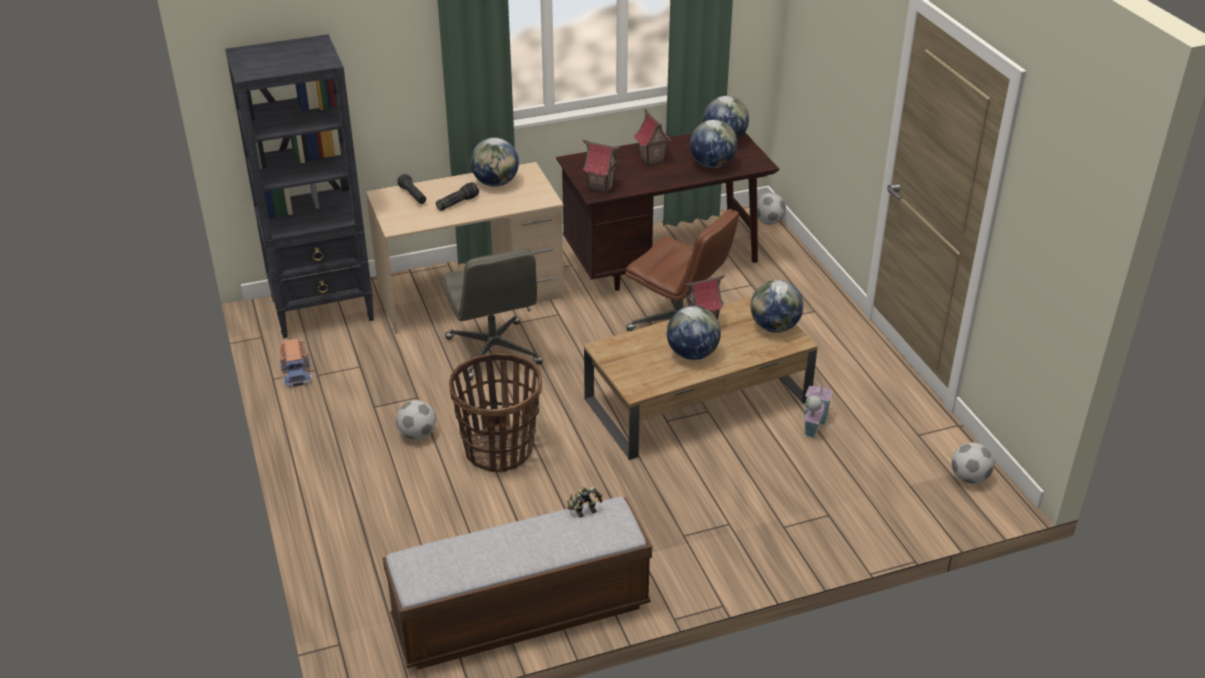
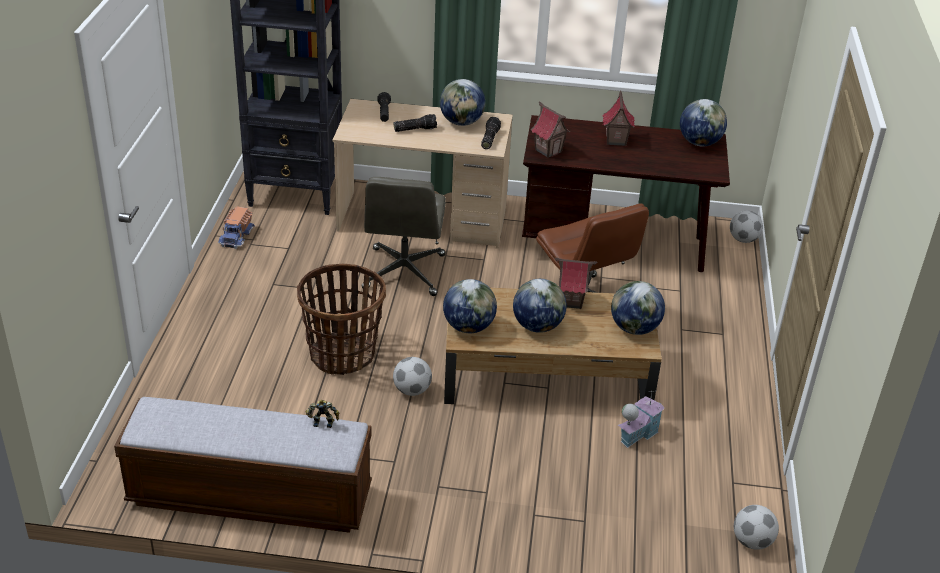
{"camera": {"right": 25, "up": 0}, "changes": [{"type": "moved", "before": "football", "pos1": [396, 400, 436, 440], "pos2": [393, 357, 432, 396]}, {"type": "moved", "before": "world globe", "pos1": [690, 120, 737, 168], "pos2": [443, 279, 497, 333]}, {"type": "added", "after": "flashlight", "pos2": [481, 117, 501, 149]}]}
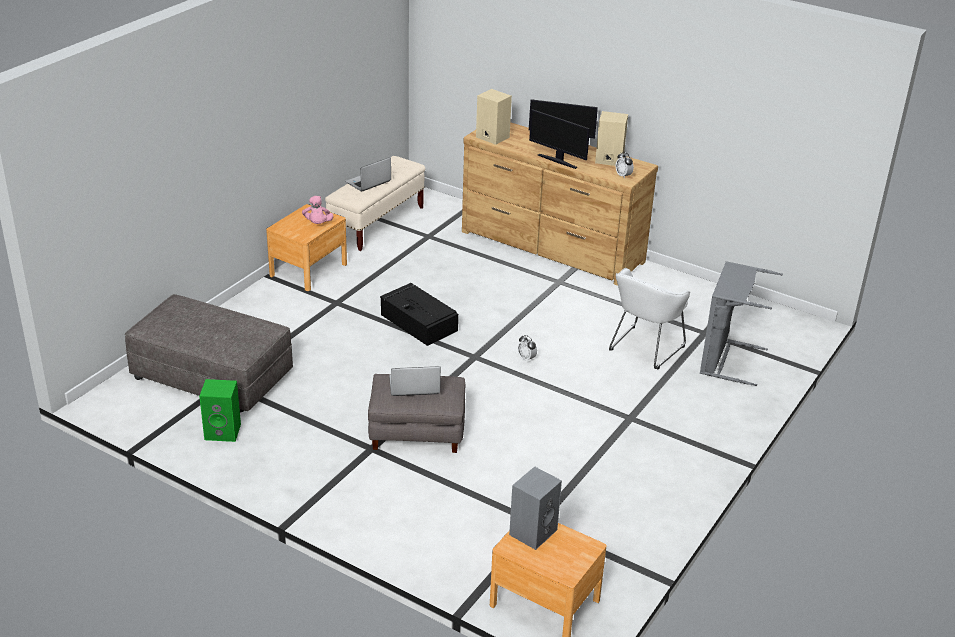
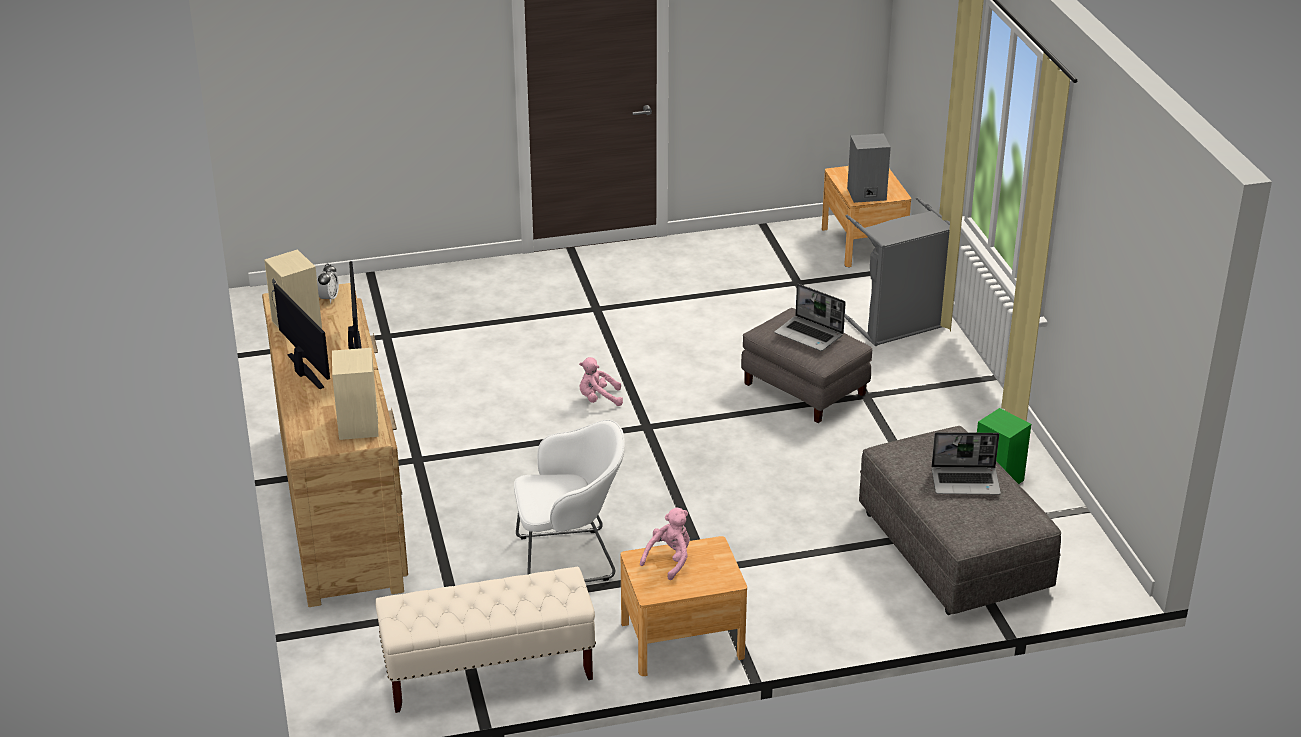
{"camera": {"right": -135, "up": 0}, "changes": [{"type": "moved", "before": "portable computer", "pos1": [345, 157, 391, 192], "pos2": [931, 432, 1001, 495]}, {"type": "removed", "before": "black storage bin", "pos1": [380, 283, 458, 346]}, {"type": "replaced", "before": "bedside clock", "after": "pink soft toy", "pos1": [517, 335, 537, 361], "pos2": [579, 357, 623, 406]}, {"type": "moved", "before": "white-coloured easy chair", "pos1": [609, 268, 690, 369], "pos2": [514, 420, 625, 582]}, {"type": "moved", "before": "gray washing basket", "pos1": [700, 261, 783, 386], "pos2": [845, 197, 950, 346]}]}
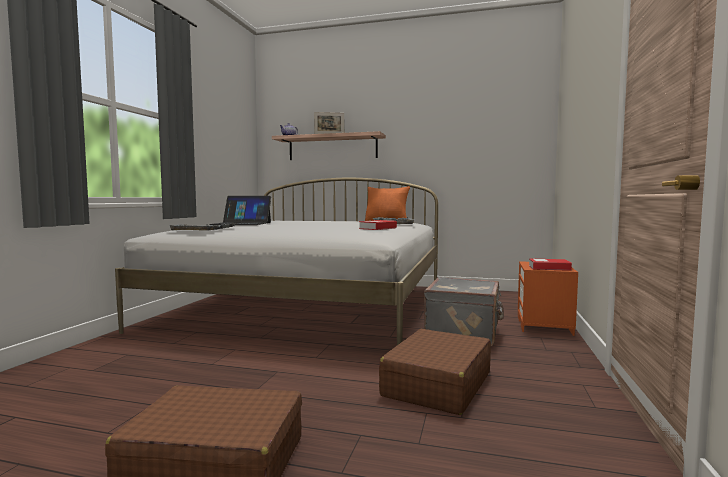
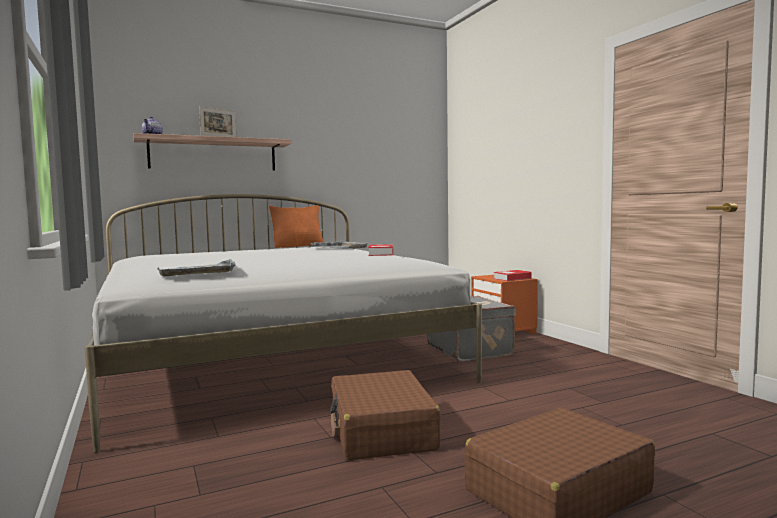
{"camera": {"right": -40, "up": 0}, "changes": [{"type": "removed", "before": "portable computer", "pos1": [209, 196, 271, 225]}, {"type": "moved", "before": "brown travel case", "pos1": [379, 329, 491, 415], "pos2": [330, 370, 441, 460]}]}
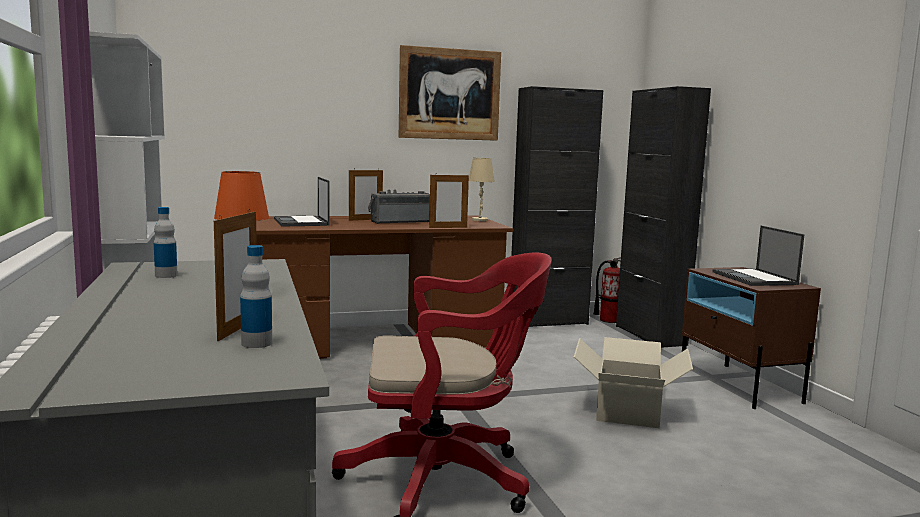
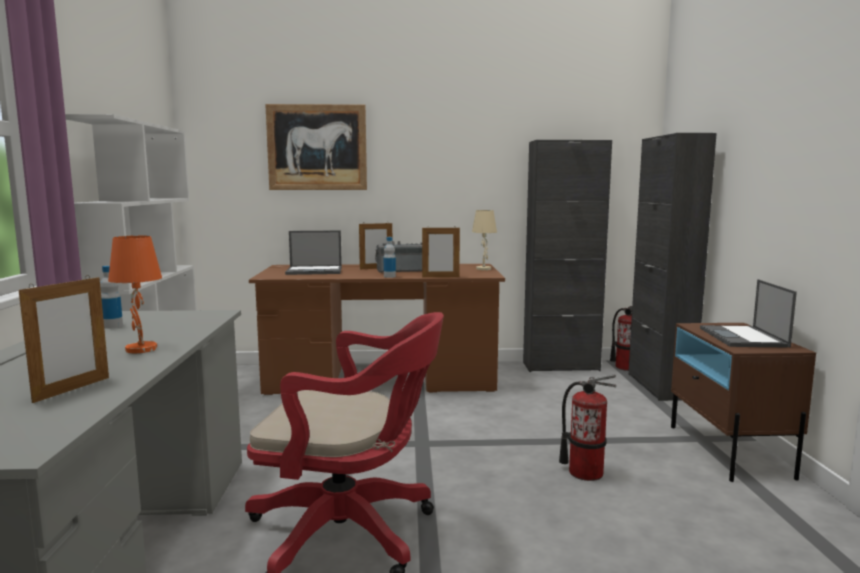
{"camera": {"right": 15, "up": 0}, "changes": [{"type": "moved", "before": "bottle", "pos1": [240, 245, 272, 348], "pos2": [384, 237, 396, 278]}, {"type": "turned", "before": "portable computer", "pos1": [274, 177, 329, 227], "pos2": [285, 230, 342, 275], "turn": -90}, {"type": "moved", "before": "wall art", "pos1": [399, 45, 501, 141], "pos2": [265, 104, 367, 190]}, {"type": "replaced", "before": "packing box", "after": "fire-fighting cylinder", "pos1": [574, 337, 693, 428], "pos2": [559, 374, 617, 481]}]}
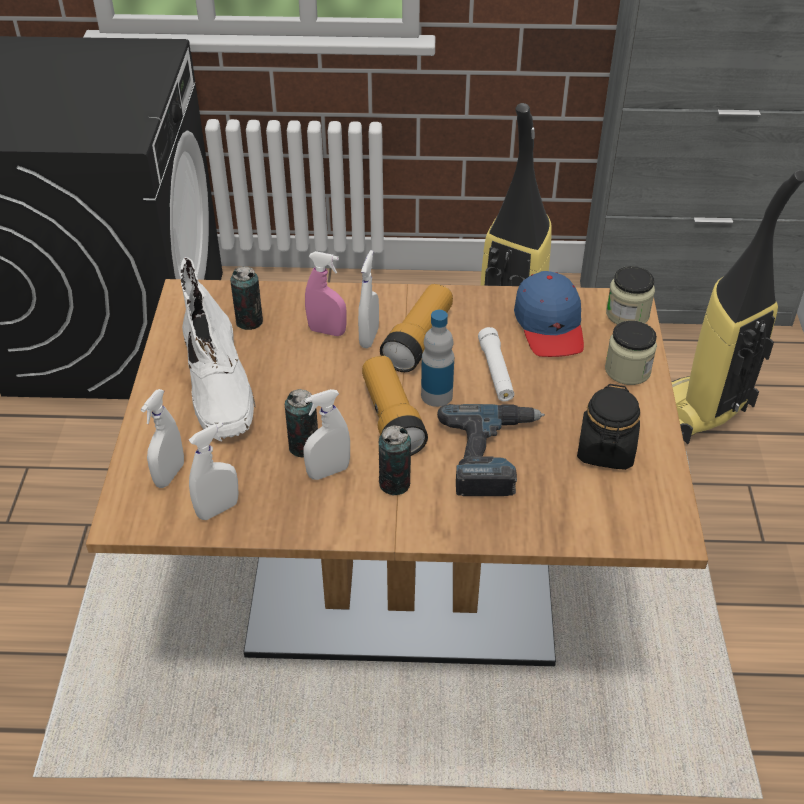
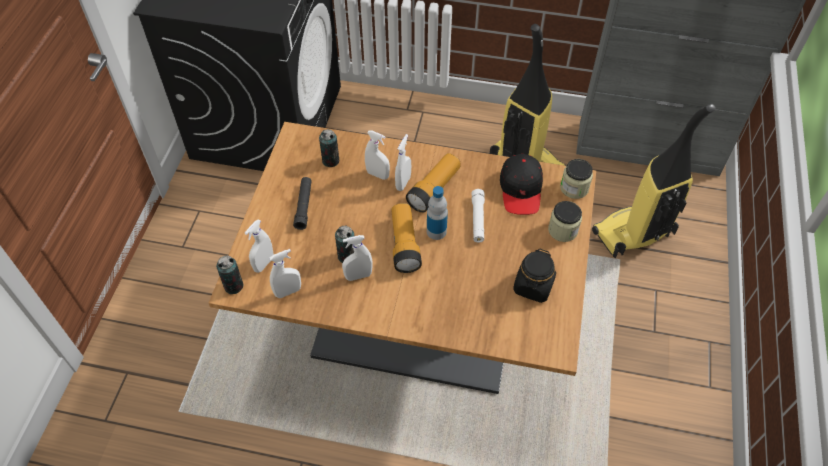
{"camera": {"right": 10, "up": 10}, "changes": [{"type": "replaced", "before": "white-coloured high-top boot", "after": "black flashlight", "pos1": [181, 257, 256, 439], "pos2": [293, 177, 312, 230]}, {"type": "recoloured", "before": "pink sprayer", "after": "white-coloured sprayer", "pos1": [305, 251, 346, 336], "pos2": [365, 130, 390, 180]}, {"type": "moved", "before": "can", "pos1": [379, 425, 411, 495], "pos2": [216, 256, 243, 294]}, {"type": "removed", "before": "power drill", "pos1": [437, 404, 545, 496]}, {"type": "recoloured", "before": "blue-coloured baseball cap", "after": "black baseball cap", "pos1": [514, 271, 584, 357], "pos2": [500, 154, 543, 215]}]}
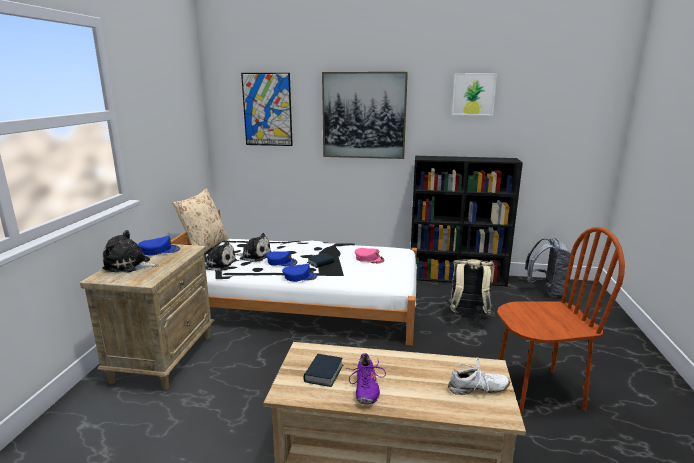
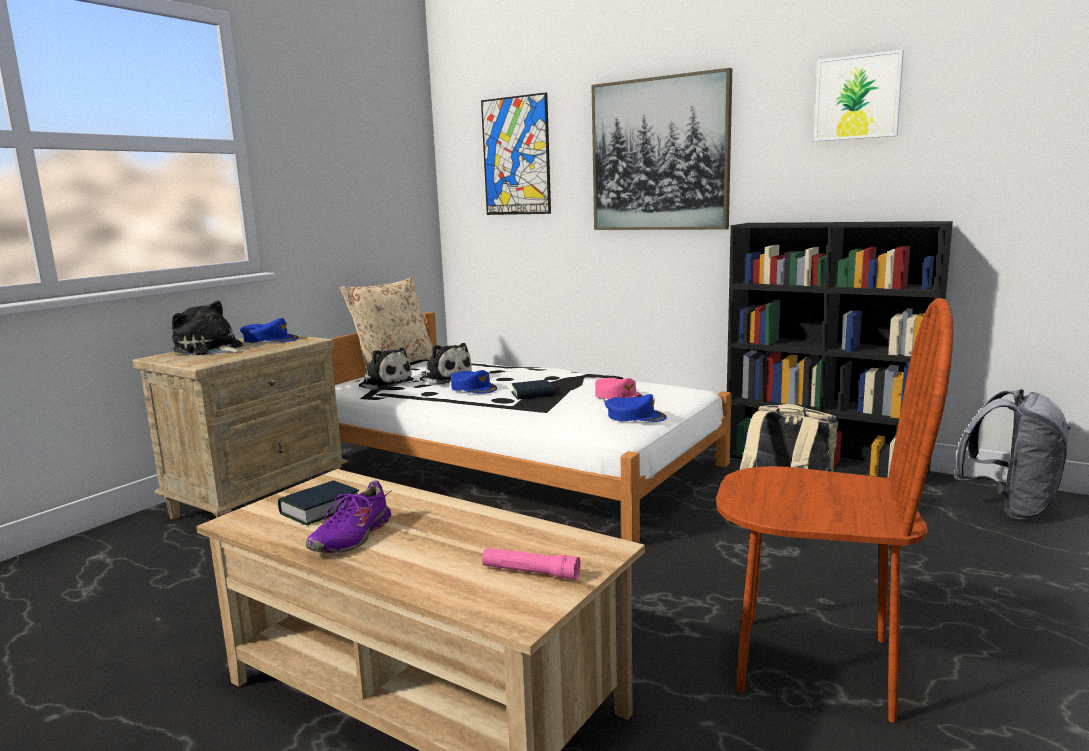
{"camera": {"right": 25, "up": -5}, "changes": [{"type": "moved", "before": "blue-coloured baseball cap", "pos1": [282, 264, 317, 282], "pos2": [605, 394, 667, 422]}, {"type": "replaced", "before": "white-coloured shoe", "after": "pink flashlight", "pos1": [448, 357, 510, 395], "pos2": [482, 548, 581, 580]}]}
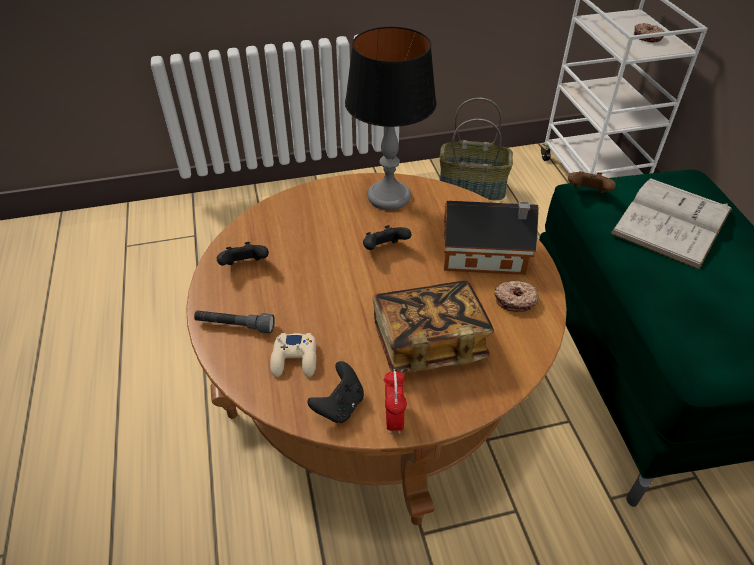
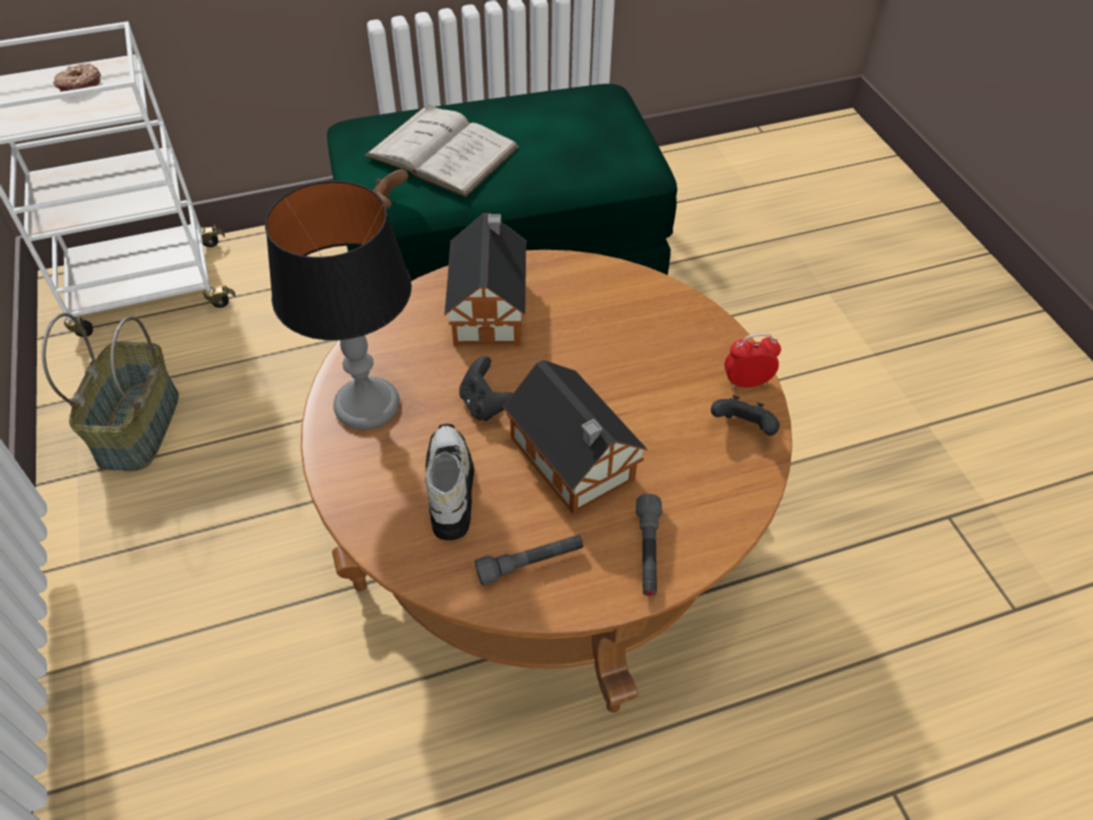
{"camera": {"right": -95, "up": 5}, "changes": [{"type": "replaced", "before": "black joypad", "after": "gray flashlight", "pos1": [217, 242, 269, 266], "pos2": [475, 535, 584, 585]}, {"type": "removed", "before": "beige-coloured joypad", "pos1": [270, 333, 317, 377]}, {"type": "removed", "before": "book", "pos1": [372, 280, 494, 373]}, {"type": "removed", "before": "ring doughnut", "pos1": [494, 281, 539, 312]}, {"type": "added", "after": "shoe", "pos2": [425, 424, 474, 540]}, {"type": "added", "after": "miniature house", "pos2": [503, 360, 648, 514]}]}
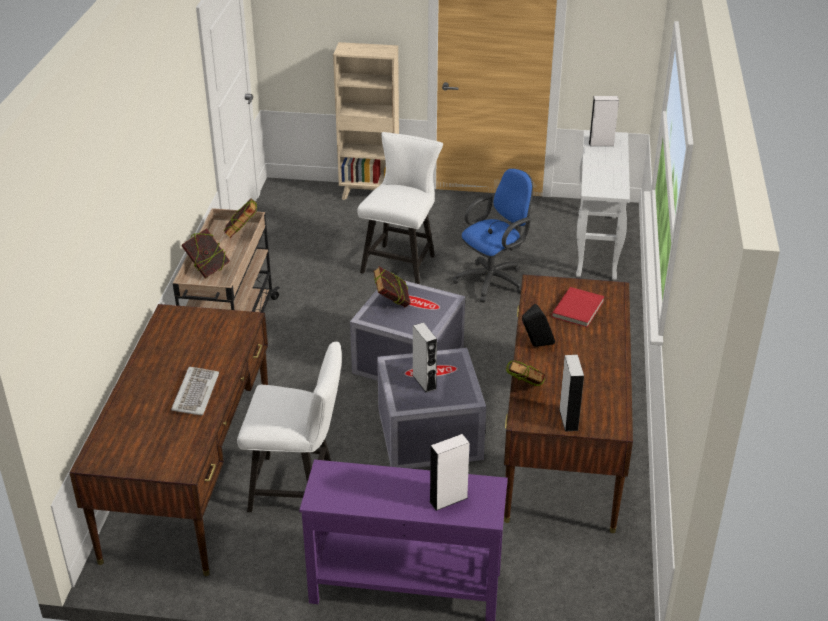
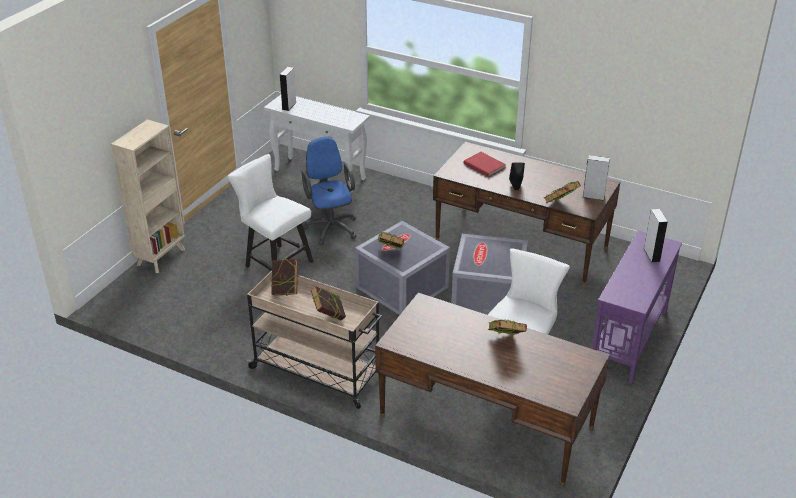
{"camera": {"right": -70, "up": 0}, "changes": [{"type": "replaced", "before": "PC keyboard", "after": "book", "pos1": [171, 367, 219, 415], "pos2": [488, 319, 527, 335]}, {"type": "removed", "before": "gray loudspeaker", "pos1": [412, 323, 437, 393]}]}
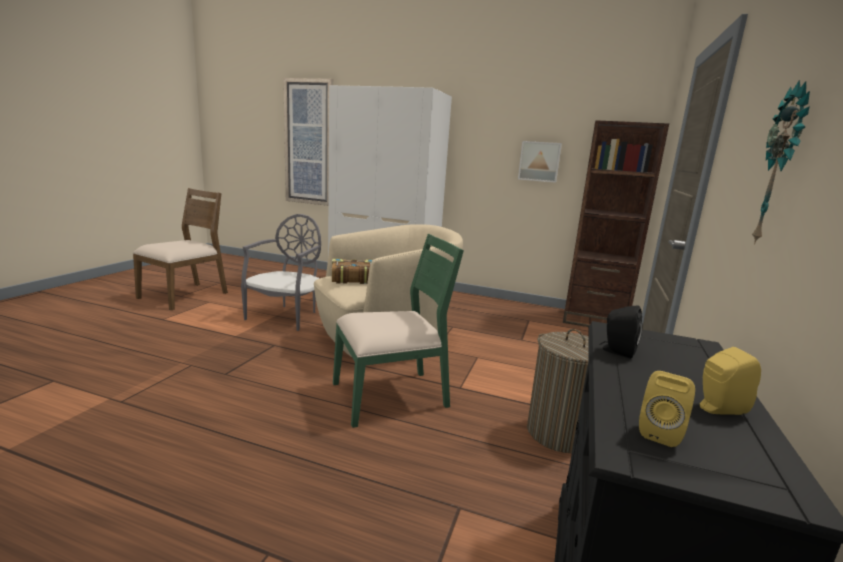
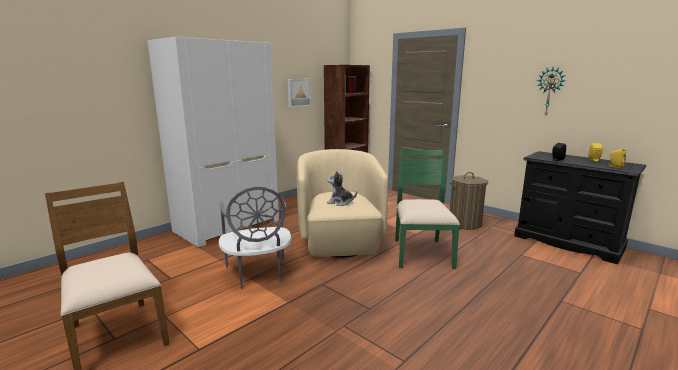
{"camera": {"right": -65, "up": 0}, "changes": [{"type": "turned", "before": "gray chair", "pos1": [241, 214, 321, 331], "pos2": [218, 186, 291, 289], "turn": -150}, {"type": "removed", "before": "wall art", "pos1": [283, 78, 333, 206]}, {"type": "replaced", "before": "book", "after": "soft toy", "pos1": [332, 258, 373, 284], "pos2": [326, 171, 357, 206]}]}
